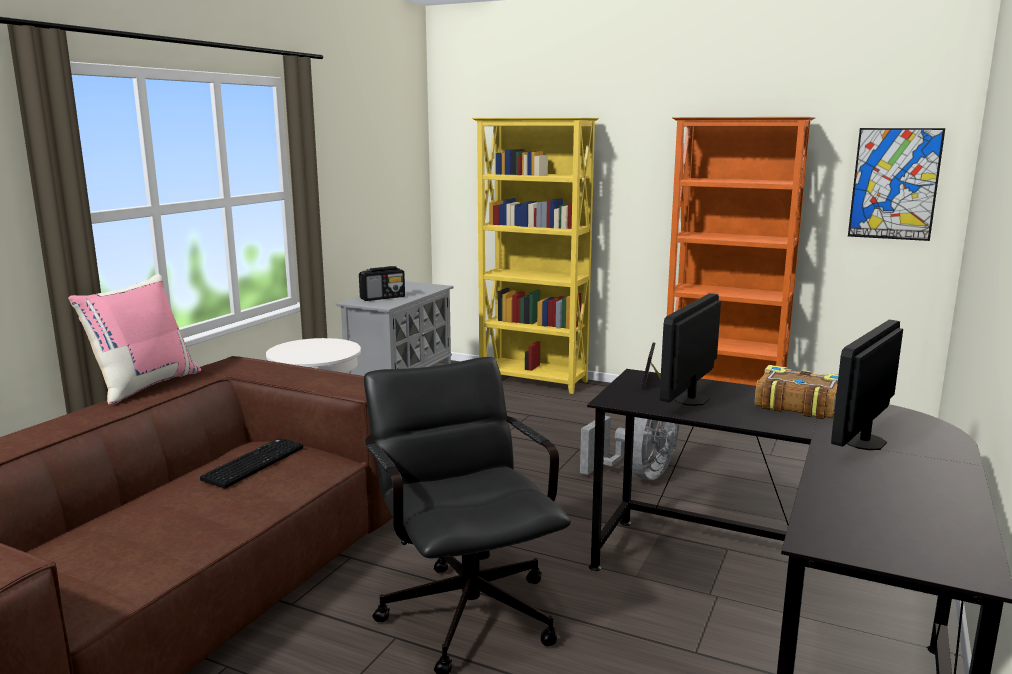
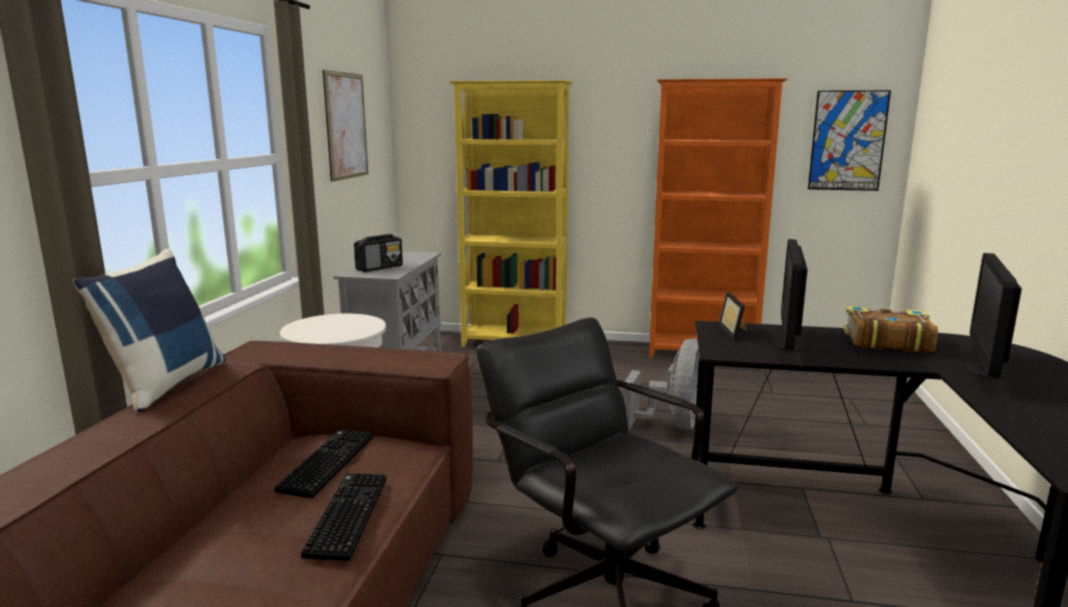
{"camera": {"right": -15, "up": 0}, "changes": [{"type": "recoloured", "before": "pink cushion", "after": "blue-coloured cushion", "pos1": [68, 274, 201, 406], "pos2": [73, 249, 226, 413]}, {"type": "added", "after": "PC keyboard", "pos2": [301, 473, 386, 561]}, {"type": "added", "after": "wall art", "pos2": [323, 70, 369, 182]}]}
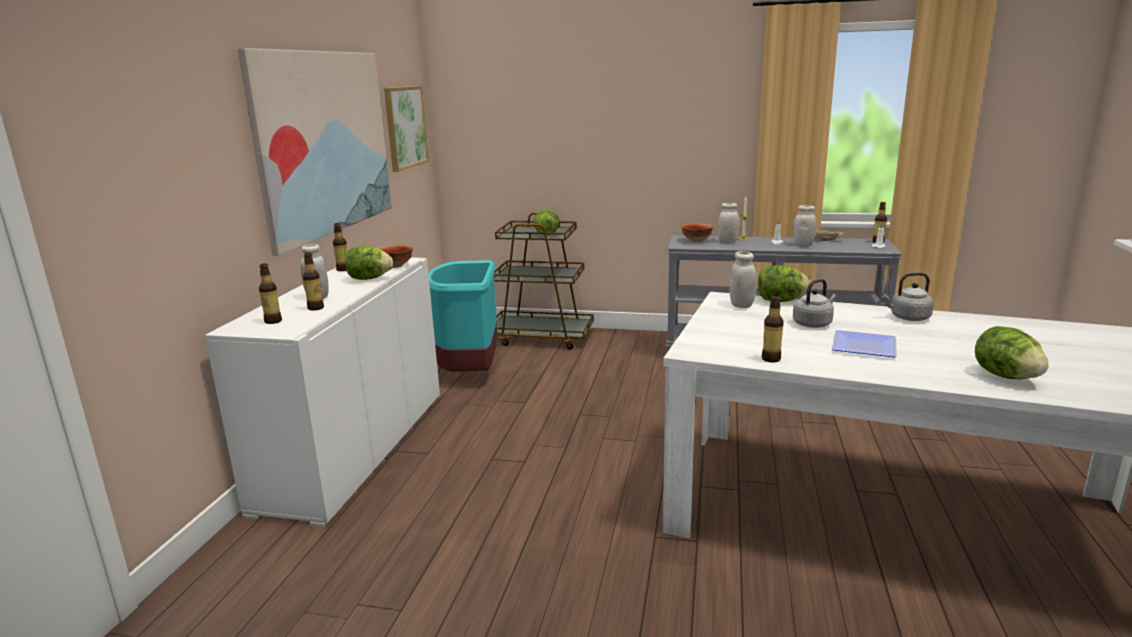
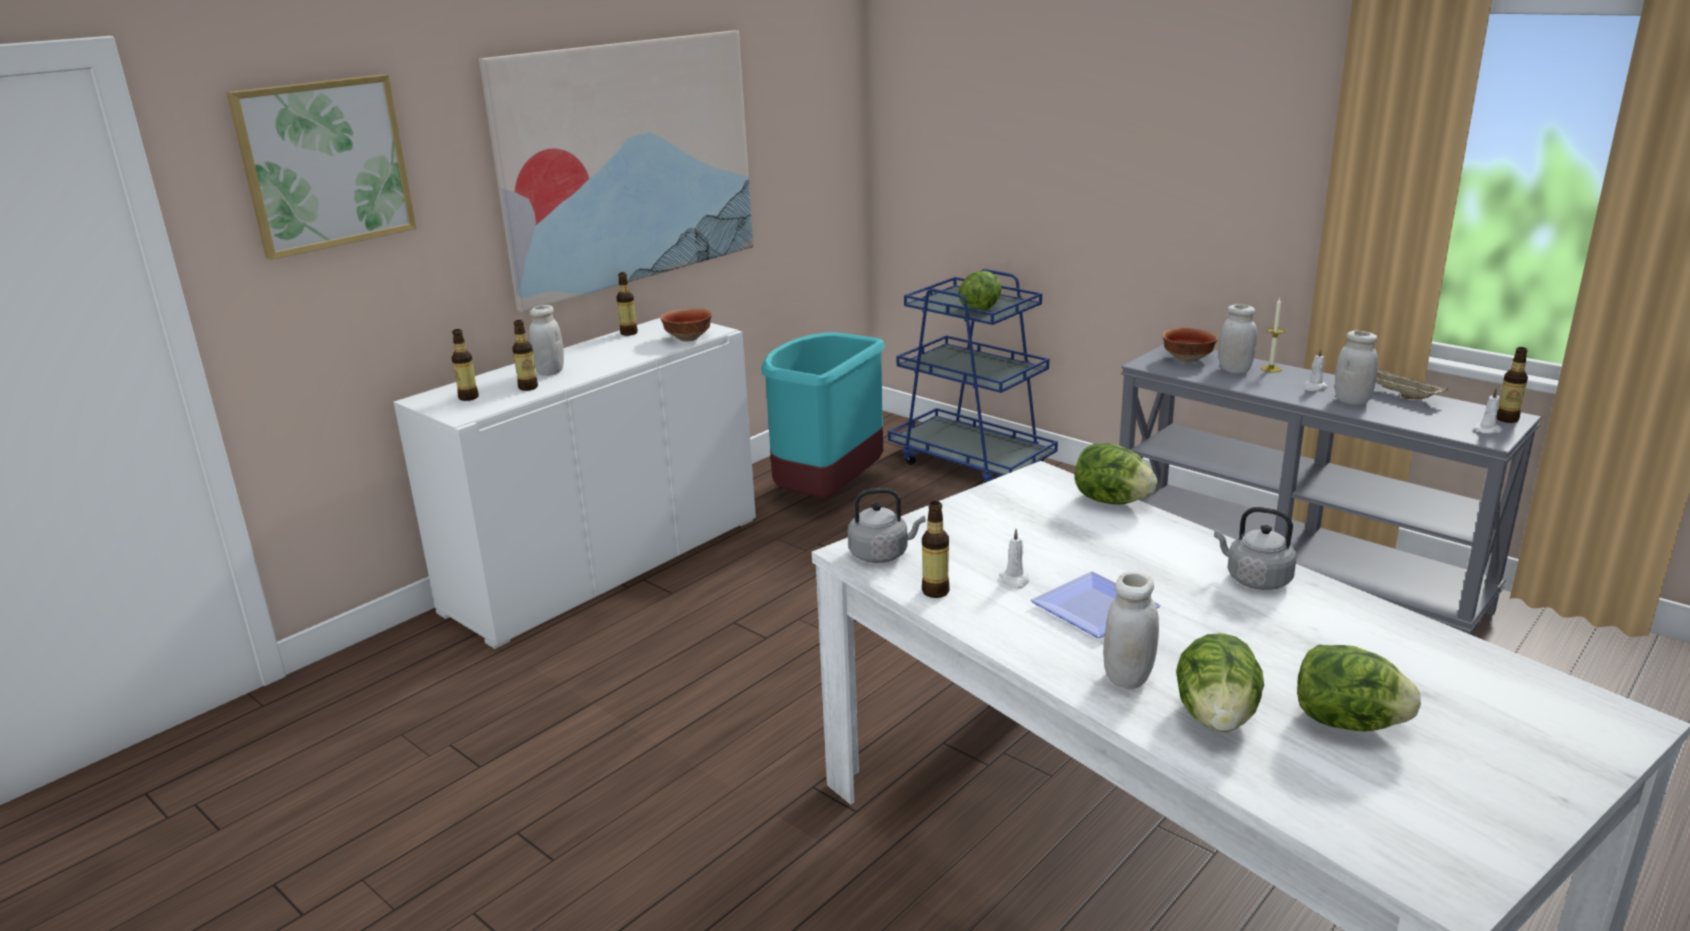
{"camera": {"right": 30, "up": 5}, "changes": [{"type": "moved", "before": "lettuce head", "pos1": [345, 246, 393, 280], "pos2": [1297, 645, 1421, 731]}, {"type": "moved", "before": "wall art", "pos1": [384, 86, 429, 172], "pos2": [226, 74, 417, 260]}, {"type": "recoloured", "before": "brown wheeled cart", "after": "blue-coloured wheeled cart", "pos1": [494, 212, 594, 350], "pos2": [888, 269, 1058, 482]}, {"type": "moved", "before": "white-coloured jar", "pos1": [730, 251, 757, 308], "pos2": [1103, 571, 1159, 690]}, {"type": "moved", "before": "gray tea kettle", "pos1": [793, 279, 836, 328], "pos2": [848, 488, 925, 563]}, {"type": "added", "after": "white-coloured candle", "pos2": [999, 529, 1029, 589]}]}
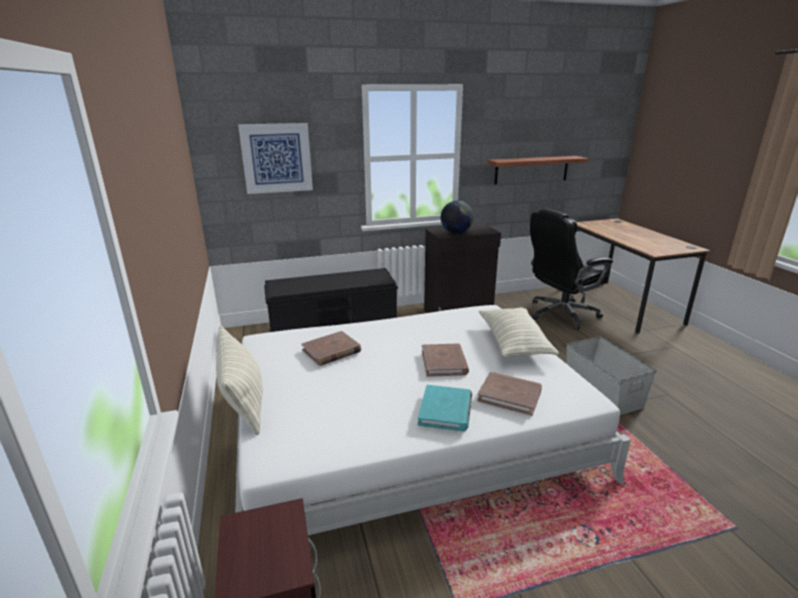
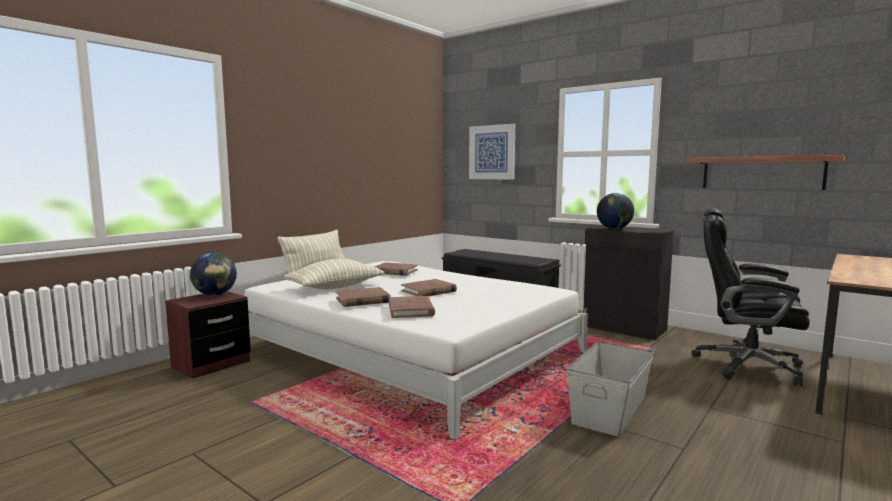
{"camera": {"right": 55, "up": -15}, "changes": [{"type": "recoloured", "before": "turquoise book", "after": "brown book", "pos1": [418, 385, 472, 432], "pos2": [336, 287, 391, 307]}, {"type": "moved", "before": "cushion", "pos1": [479, 308, 559, 357], "pos2": [284, 259, 385, 289]}, {"type": "added", "after": "world globe", "pos2": [190, 253, 237, 296]}]}
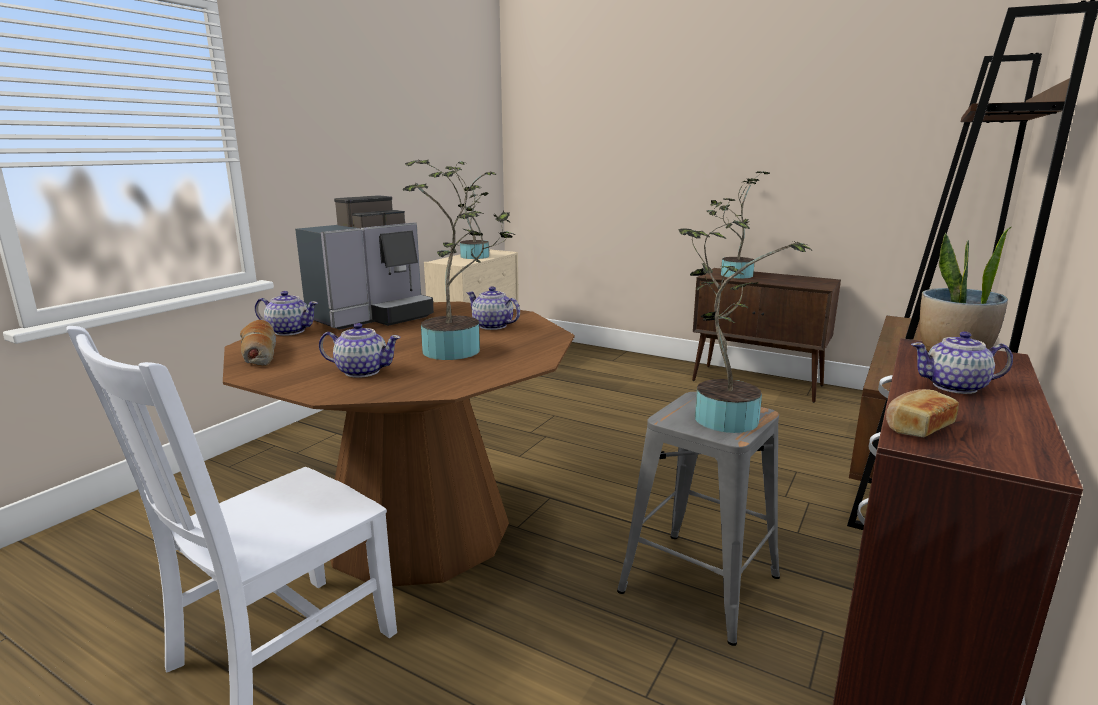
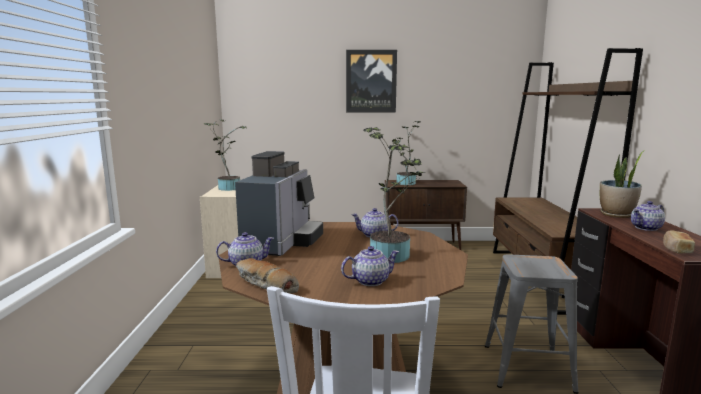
{"camera": {"right": -30, "up": -5}, "changes": [{"type": "removed", "before": "houseplant", "pos1": [679, 220, 812, 433]}, {"type": "added", "after": "wall art", "pos2": [346, 50, 397, 112]}]}
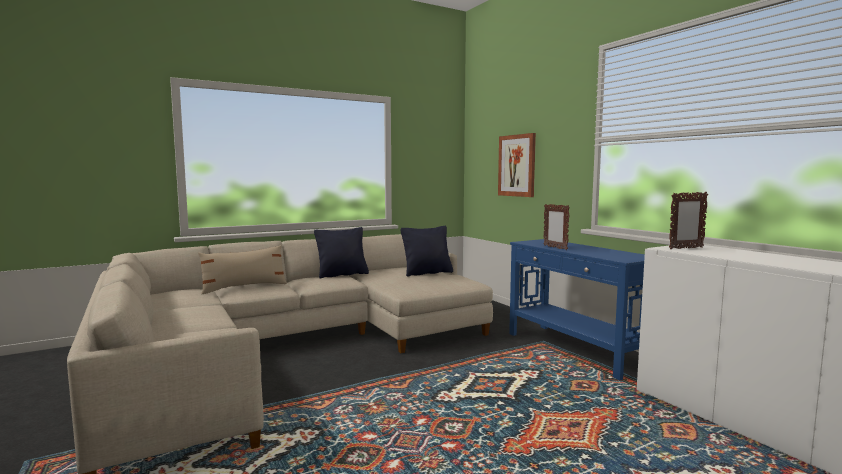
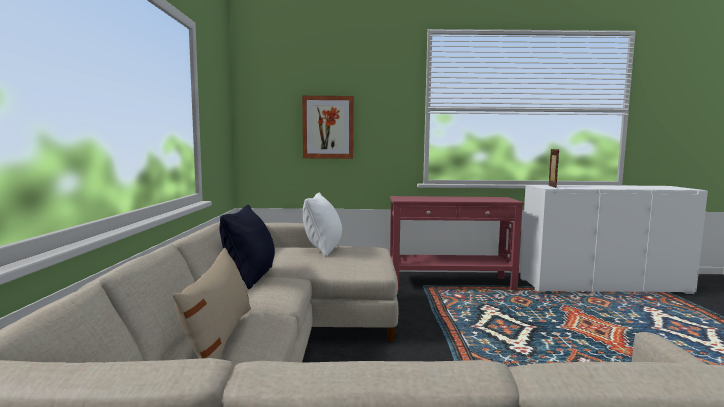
{"camera": {"right": -60, "up": 0}, "changes": [{"type": "recoloured", "before": "black cushion", "after": "white-coloured cushion", "pos1": [400, 226, 453, 277], "pos2": [303, 192, 342, 257]}, {"type": "recoloured", "before": "blue-coloured console table", "after": "red console table", "pos1": [509, 239, 645, 380], "pos2": [390, 196, 524, 291]}, {"type": "removed", "before": "photo frame", "pos1": [544, 204, 570, 250]}]}
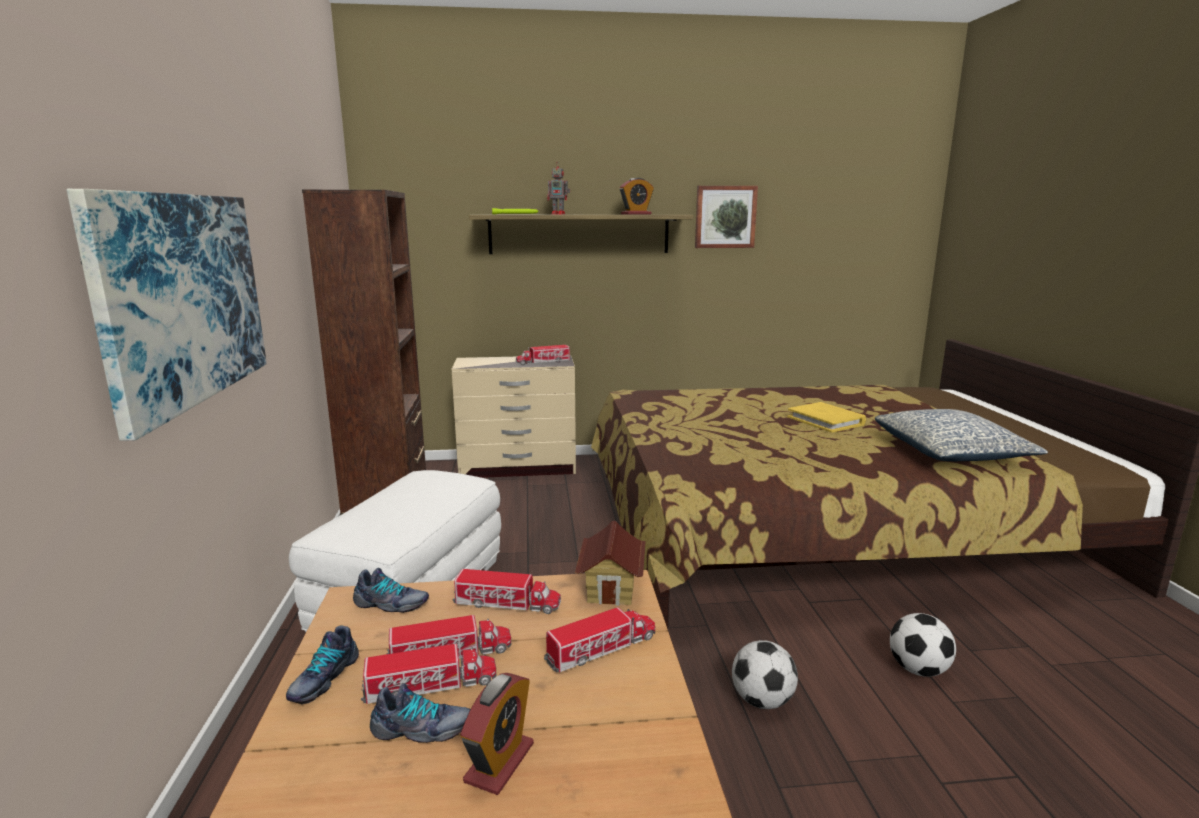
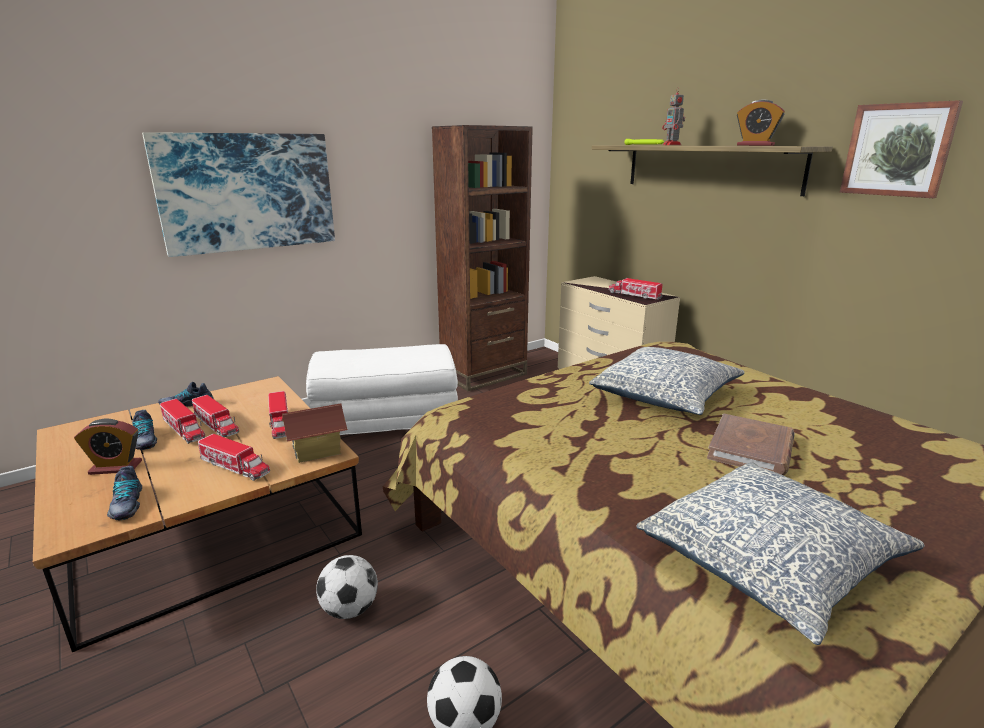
{"camera": {"right": 60, "up": 5}, "changes": [{"type": "moved", "before": "shoe", "pos1": [353, 568, 429, 613], "pos2": [107, 466, 142, 520]}, {"type": "recoloured", "before": "yellowish book", "after": "brown book", "pos1": [787, 402, 866, 433], "pos2": [707, 414, 795, 475]}, {"type": "added", "after": "cushion", "pos2": [589, 347, 744, 415]}]}
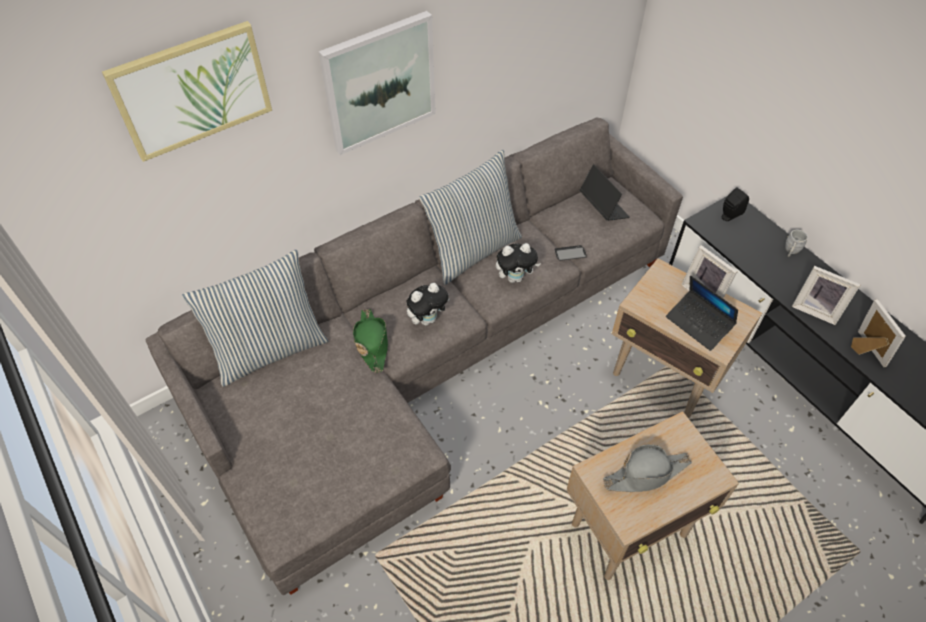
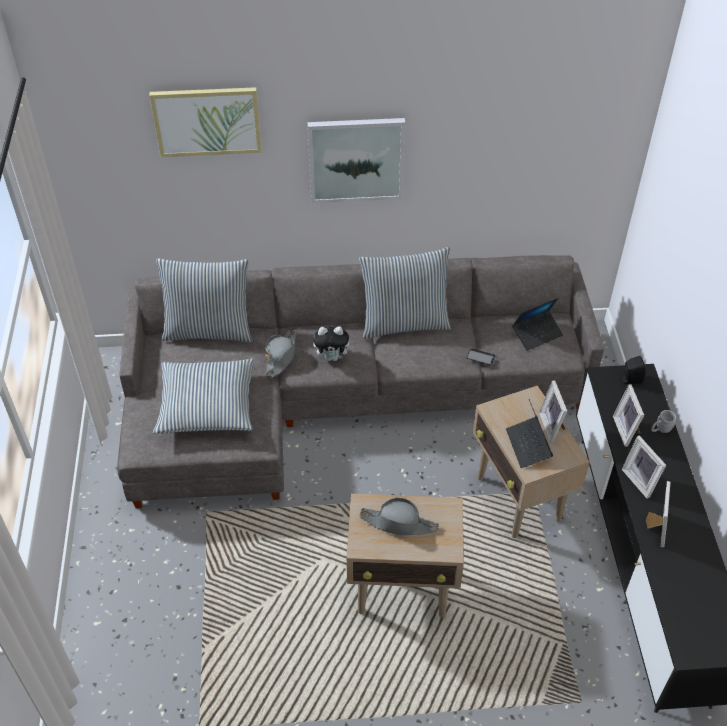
{"camera": {"right": 30, "up": -5}, "changes": [{"type": "recoloured", "before": "green-coloured clothing hat", "after": "gray clothing hat", "pos1": [353, 309, 388, 373], "pos2": [265, 330, 296, 377]}, {"type": "removed", "before": "soft toy", "pos1": [496, 243, 541, 283]}, {"type": "turned", "before": "portable computer", "pos1": [580, 165, 630, 221], "pos2": [512, 298, 563, 351], "turn": 60}, {"type": "added", "after": "cushion", "pos2": [153, 358, 255, 434]}, {"type": "added", "after": "photo frame", "pos2": [613, 385, 644, 447]}]}
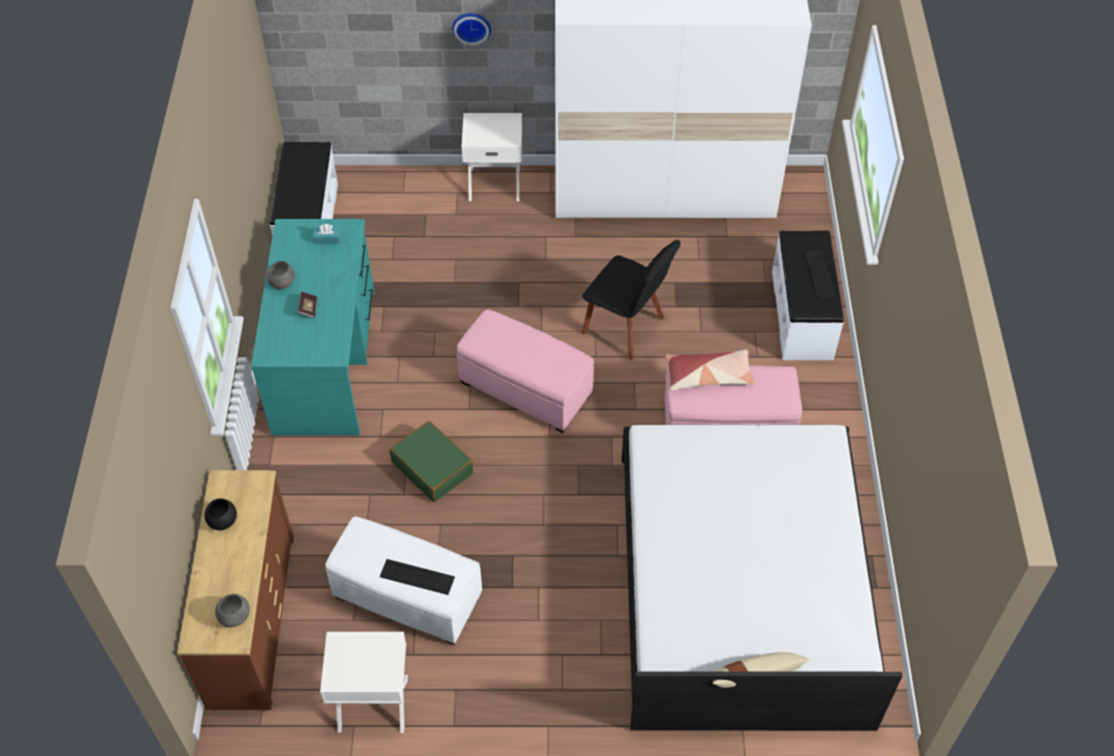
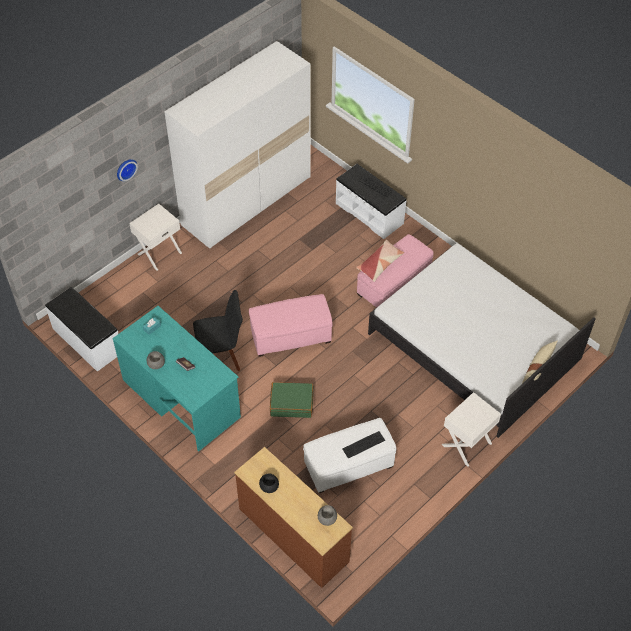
{"camera": {"right": -45, "up": 0}, "changes": [{"type": "moved", "before": "white-coloured night table", "pos1": [320, 632, 408, 733], "pos2": [442, 392, 501, 467]}, {"type": "moved", "before": "black chair", "pos1": [582, 240, 680, 360], "pos2": [193, 290, 243, 371]}]}
